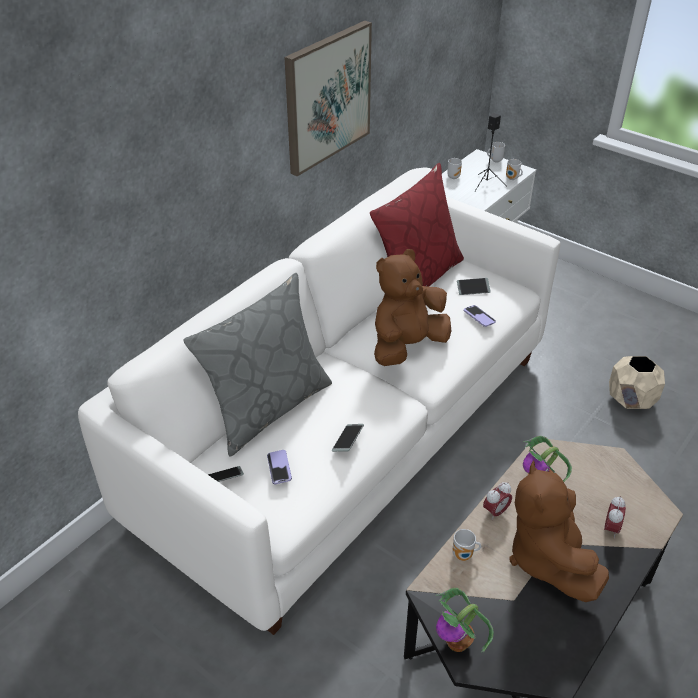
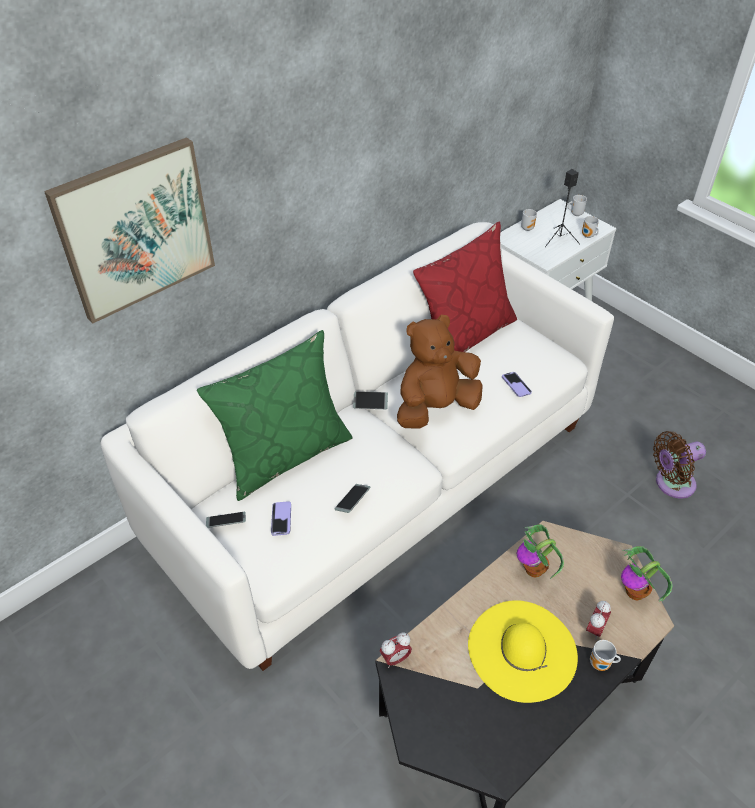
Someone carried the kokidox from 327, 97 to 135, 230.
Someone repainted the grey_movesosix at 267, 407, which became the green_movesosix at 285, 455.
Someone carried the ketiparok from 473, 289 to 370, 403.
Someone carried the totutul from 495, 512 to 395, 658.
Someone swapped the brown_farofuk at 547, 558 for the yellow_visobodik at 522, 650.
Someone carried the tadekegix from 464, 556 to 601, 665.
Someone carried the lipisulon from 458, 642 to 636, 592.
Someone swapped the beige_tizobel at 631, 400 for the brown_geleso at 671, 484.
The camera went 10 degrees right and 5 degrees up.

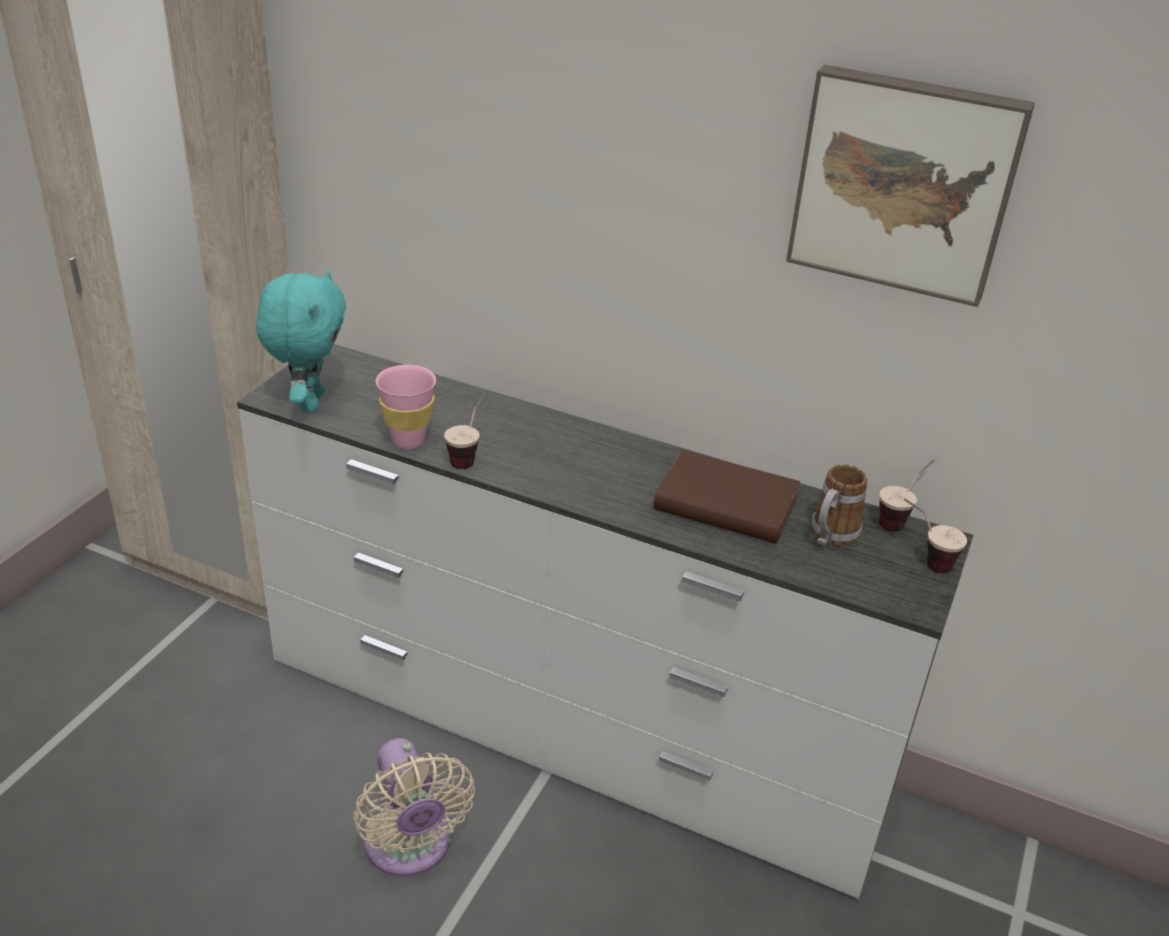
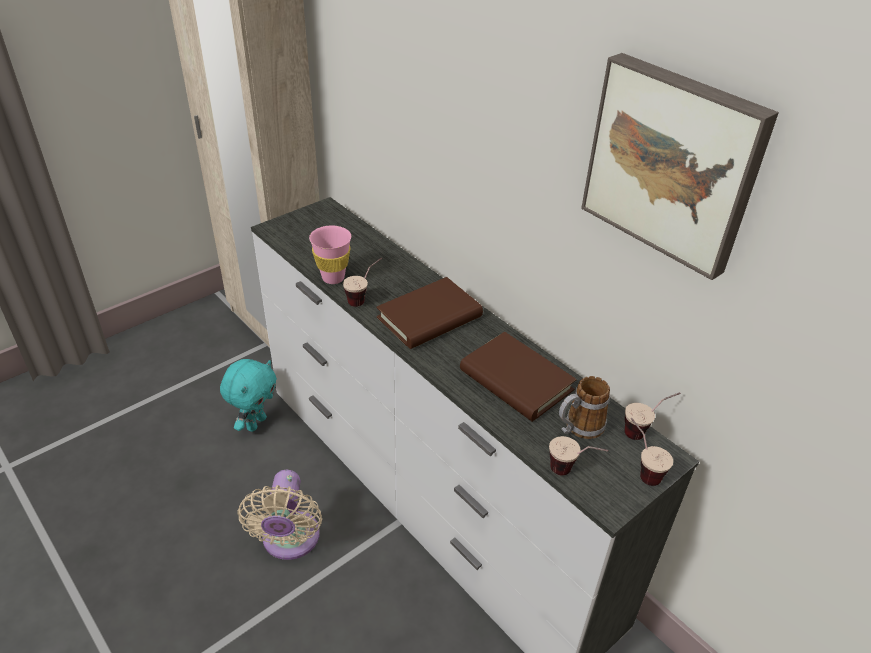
Someone carried the turquoise_farofuk from 309, 402 to 255, 423.
Someone put down the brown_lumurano at 429, 317.
Someone put down the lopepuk at 572, 473.
The camera went 25 degrees right and 5 degrees up.

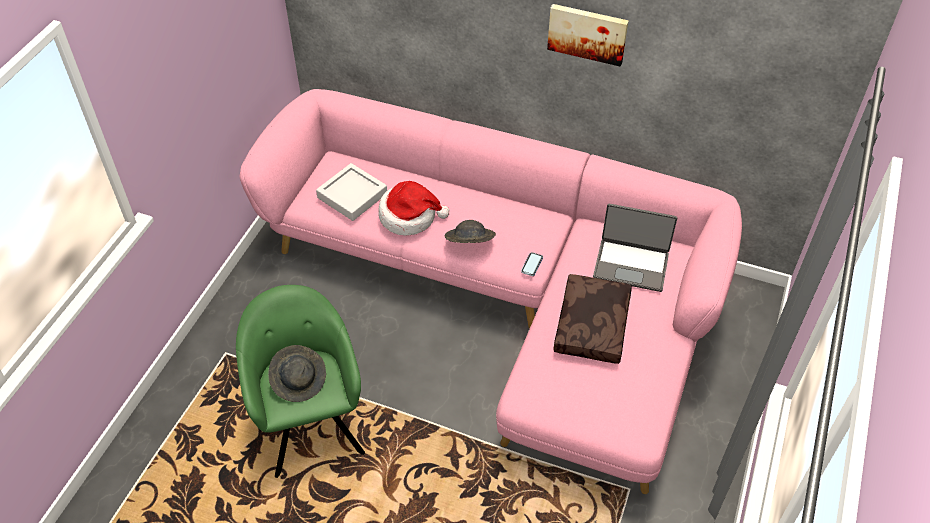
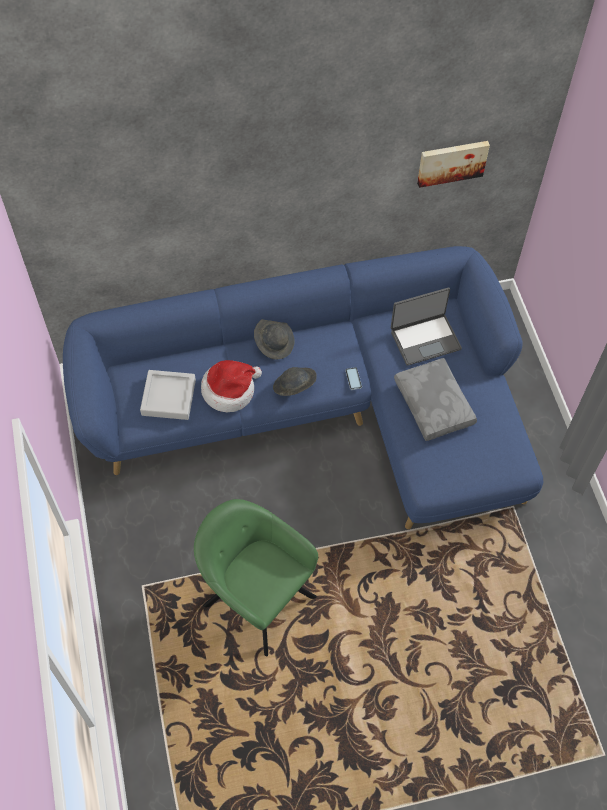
Someone repainted the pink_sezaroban at 509, 297, which became the blue_sezaroban at 324, 408.
Someone carried the grey_visobodik from 299, 381 to 274, 343.
Someone repainted the brown_movesosix at 593, 326, which became the grey_movesosix at 435, 404.
Someone carried the kokidox from 587, 33 to 452, 162.
The camera went 35 degrees left and 10 degrees up.

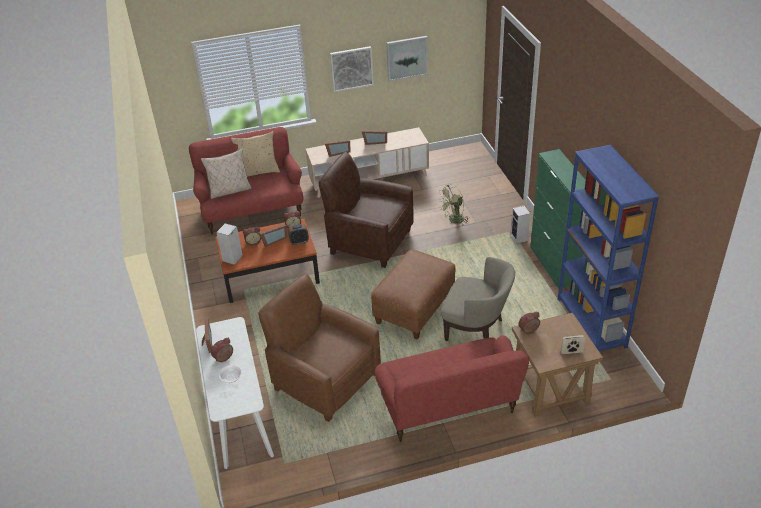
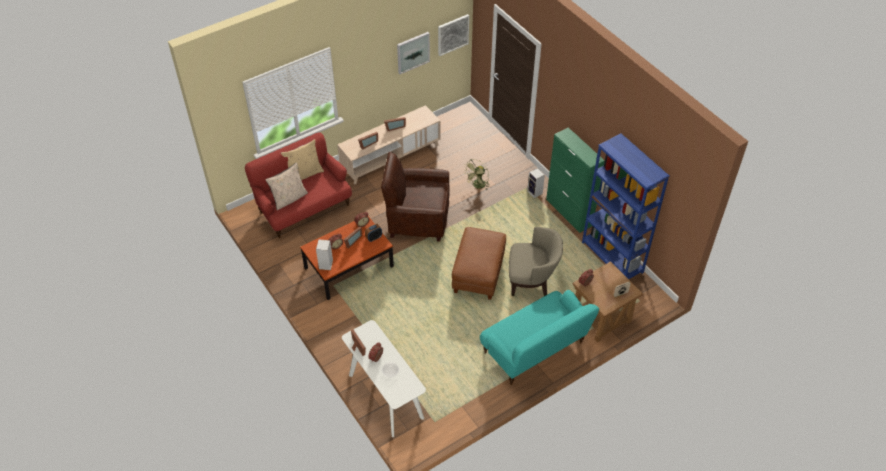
Someone carried the kokidox from 351, 68 to 453, 34.
Someone repainted the red_sezaroban at 448, 407, which became the turquoise_sezaroban at 534, 349.
Someone took away the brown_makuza at 325, 381.
The camera went 20 degrees left and 10 degrees up.

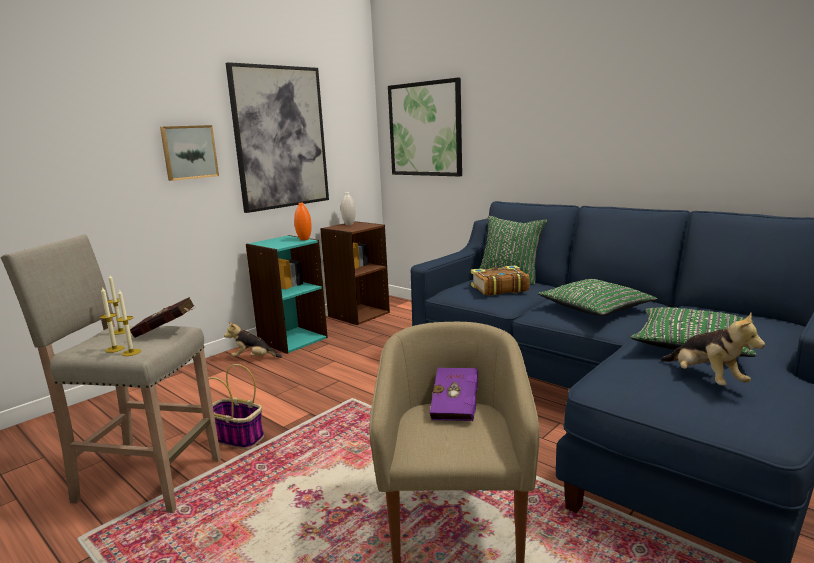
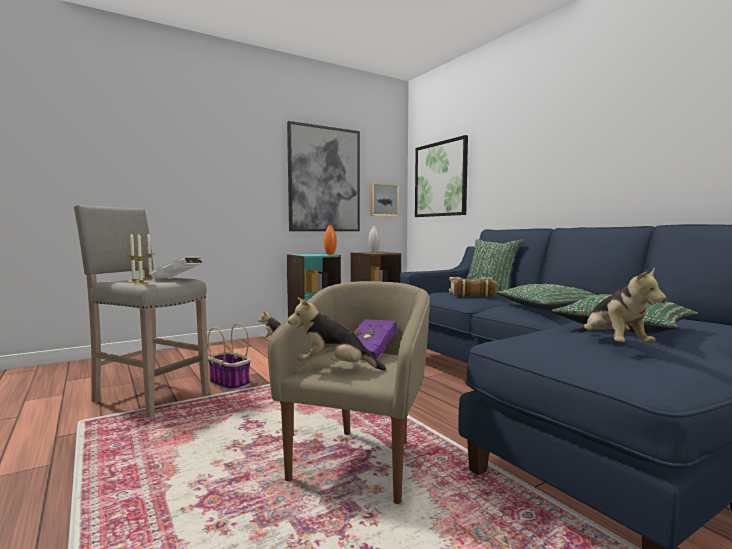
Someone repainted the red_lumurano at 168, 331, which became the white_lumurano at 179, 279.
Someone put down the farofuk at 335, 368.
Someone carried the kokidox from 189, 152 to 383, 200.
The camera went 15 degrees right and 10 degrees down.

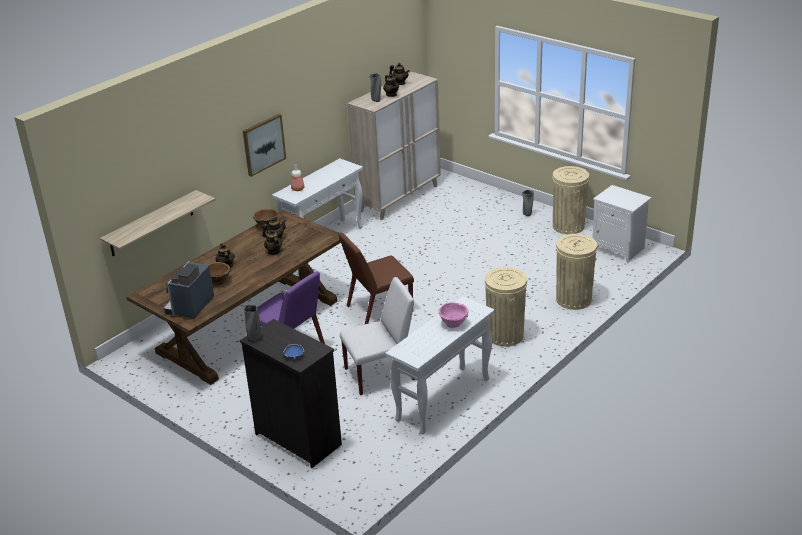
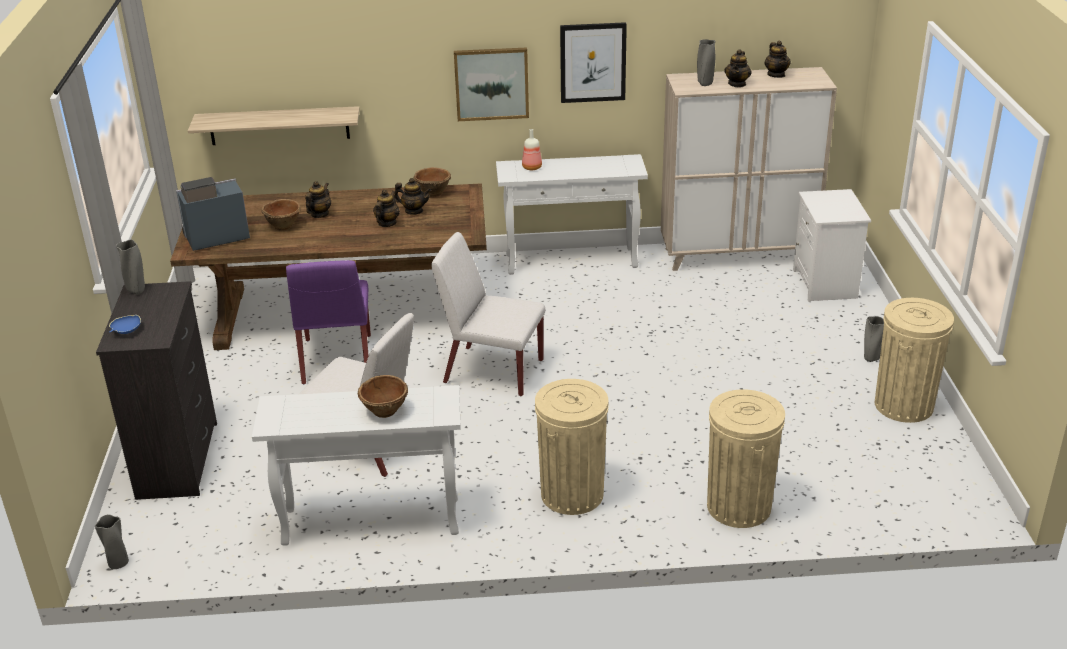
Someone put down the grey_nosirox at 118, 564.
Someone repainted the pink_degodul at 454, 323, which became the brown_degodul at 385, 411.
Someone repainted the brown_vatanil at 378, 309, which became the white_vatanil at 492, 371.
Someone put up the kokidox at 593, 62.
Someone carried the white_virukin from 619, 249 to 826, 285.
The camera went 45 degrees right and 0 degrees up.

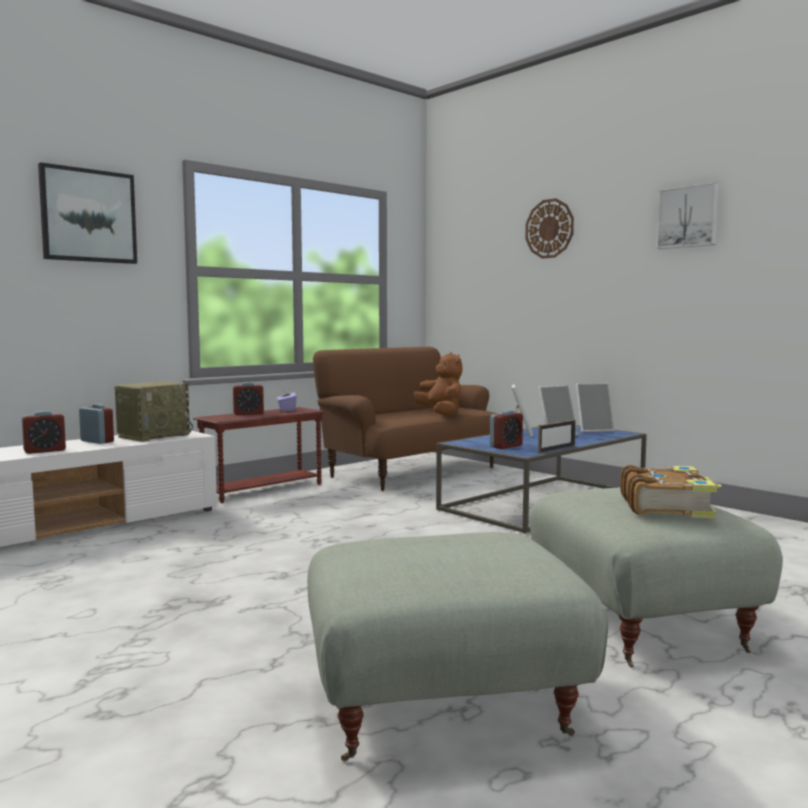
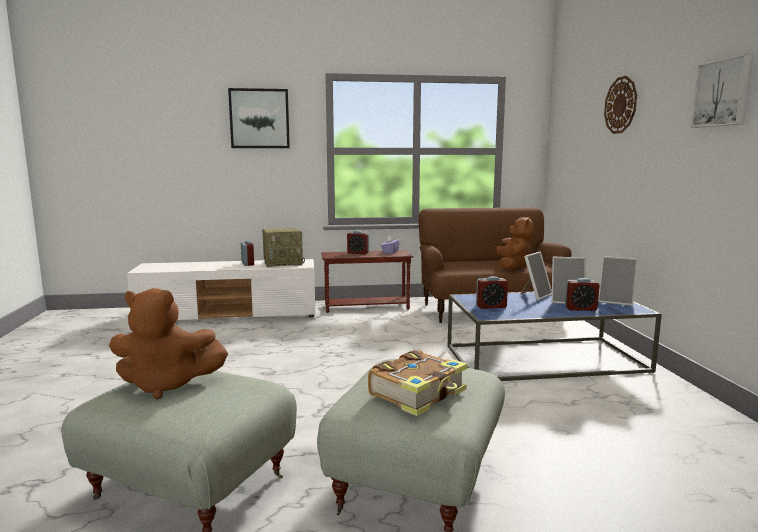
Someone put down the brown_farofuk at 167, 385.
Someone carried the totutul from 44, 451 to 580, 309.
Someone took away the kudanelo at 556, 449.
The camera went 35 degrees right and 5 degrees up.

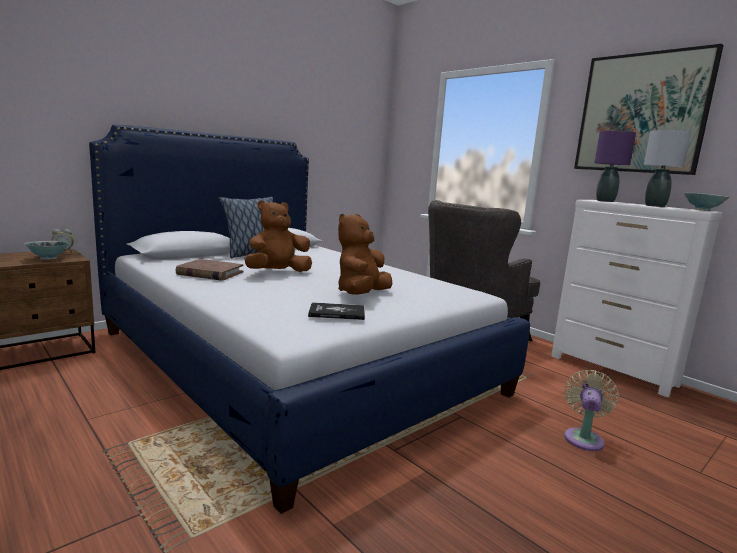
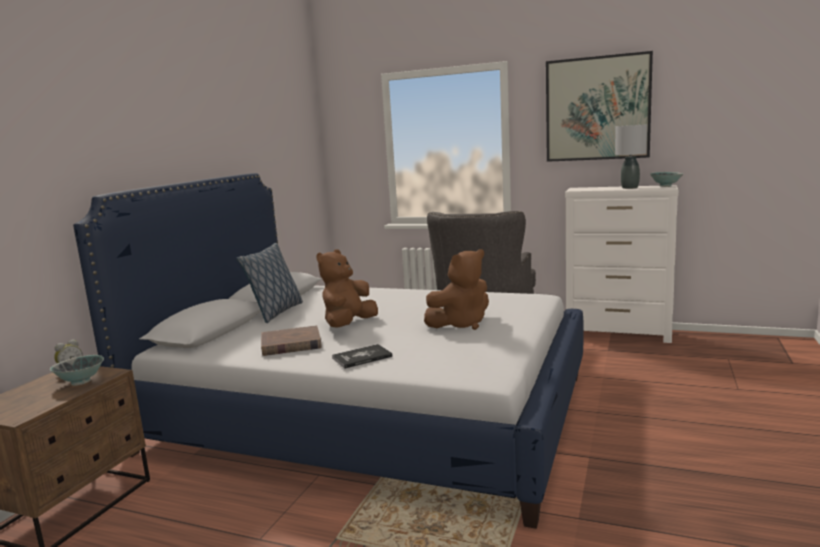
Someone carried the lumurano from 337, 313 to 362, 357.
Someone rotated the brown_farofuk at 361, 294 by 120 degrees counterclockwise.
Someone took away the beige_geleso at 583, 438.
Someone took away the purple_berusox at 605, 201.
The camera went 25 degrees left and 0 degrees up.

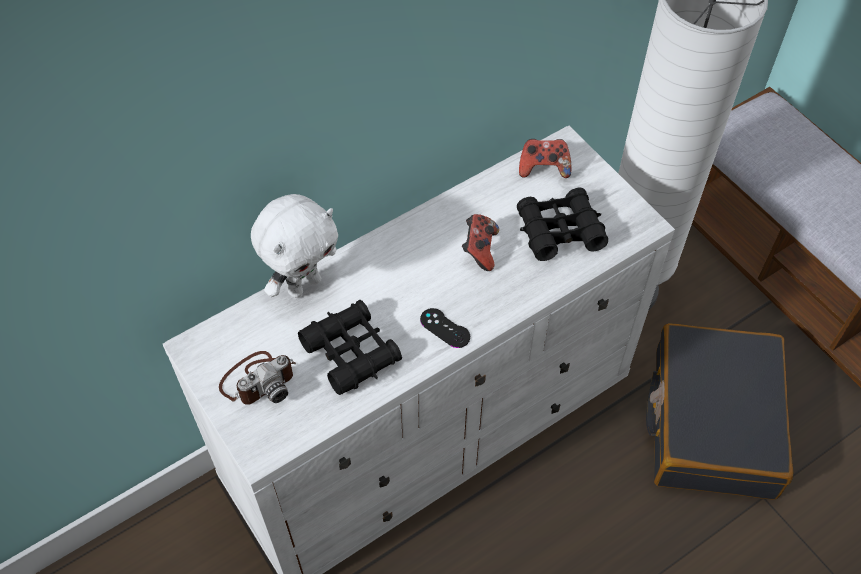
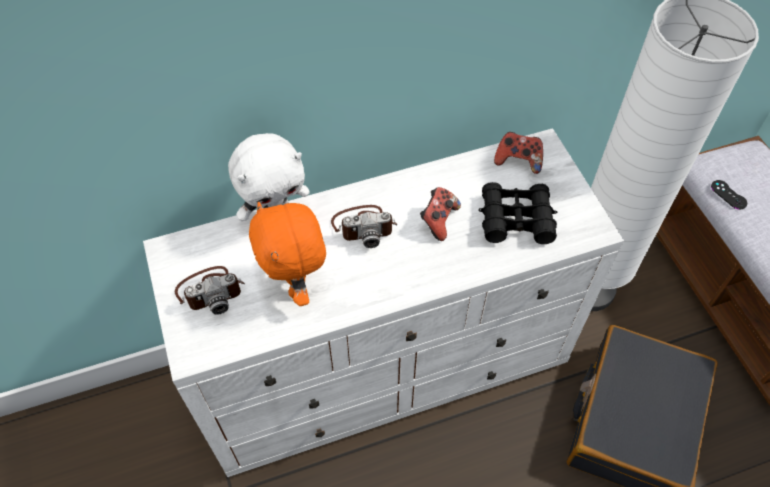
Someone swapped the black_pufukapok at 351, 352 for the orange_farofuk at 297, 285.
Someone put down the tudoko at 364, 226.
Someone carried the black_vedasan from 445, 328 to 728, 195.
The camera went 15 degrees right and 0 degrees up.

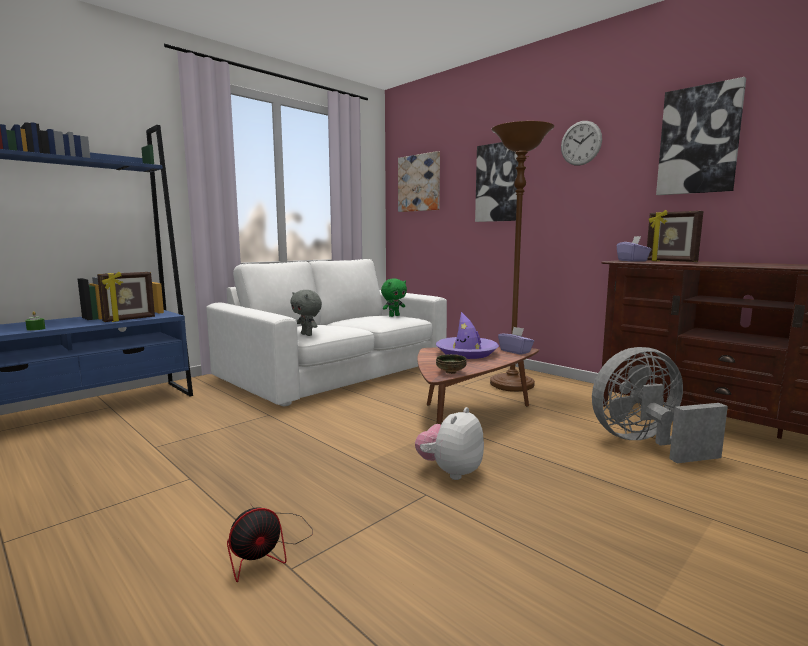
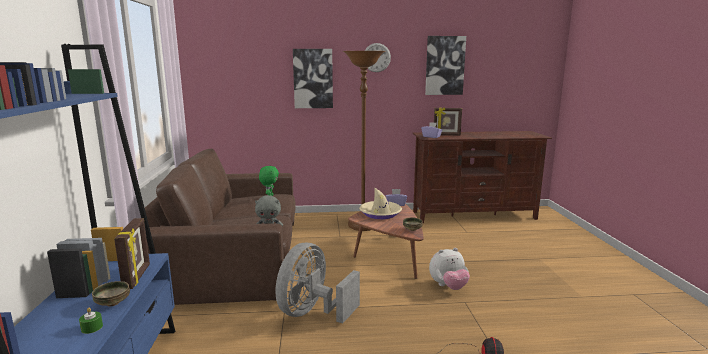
Someone put down the degodul at 113, 303.
Someone repainted the white_sezaroban at 336, 371, which became the brown_sezaroban at 236, 258.
Someone carried the grey_geleso from 645, 443 to 313, 312.
Someone repainted the purple_visobodik at 467, 353, which became the beige_visobodik at 380, 214.
Someone rotated the farofuk at 450, 472 by 90 degrees counterclockwise.
Someone took away the kokidox at 419, 183.
The camera went 50 degrees left and 5 degrees up.

